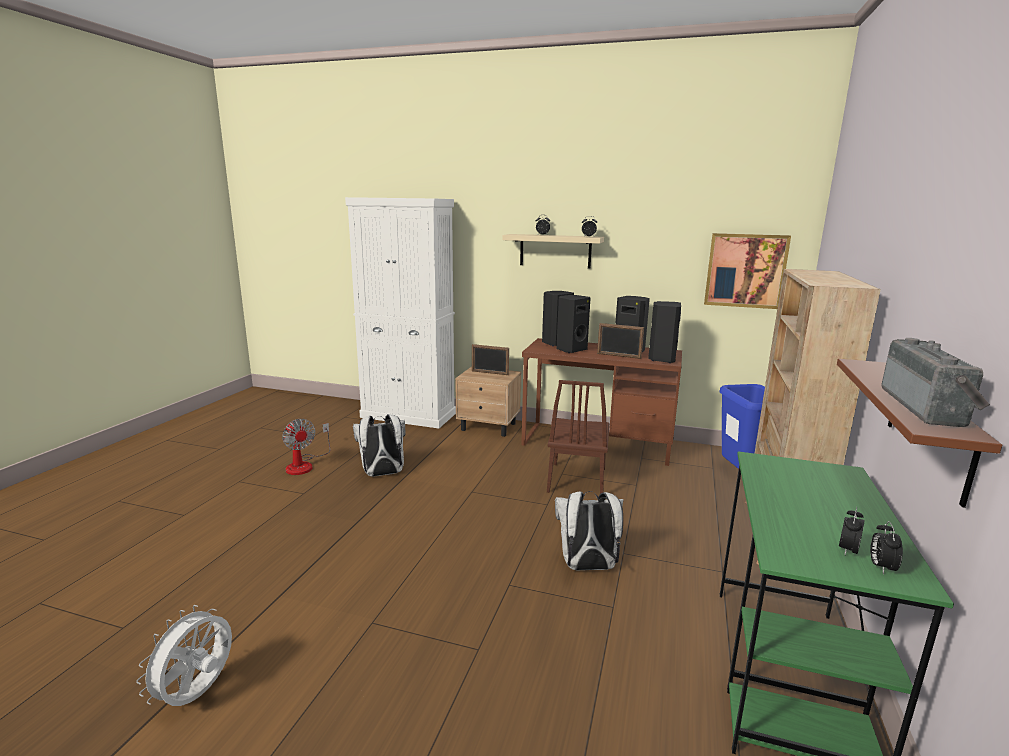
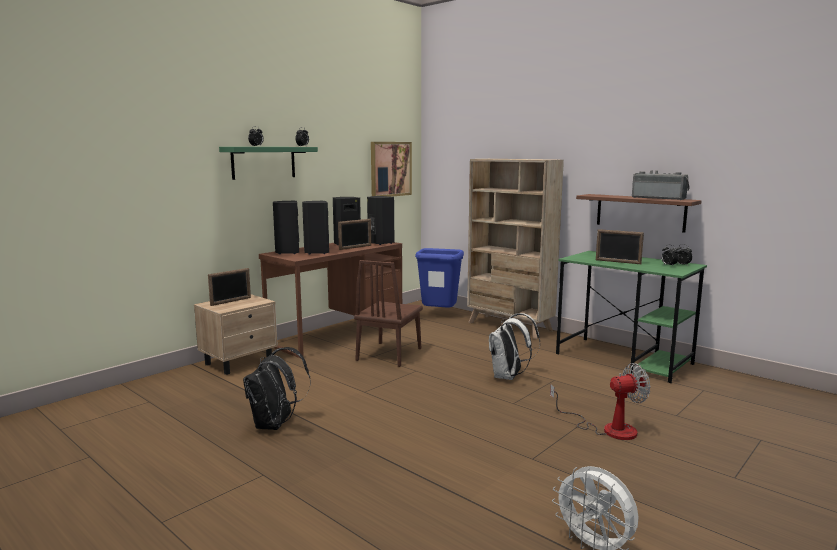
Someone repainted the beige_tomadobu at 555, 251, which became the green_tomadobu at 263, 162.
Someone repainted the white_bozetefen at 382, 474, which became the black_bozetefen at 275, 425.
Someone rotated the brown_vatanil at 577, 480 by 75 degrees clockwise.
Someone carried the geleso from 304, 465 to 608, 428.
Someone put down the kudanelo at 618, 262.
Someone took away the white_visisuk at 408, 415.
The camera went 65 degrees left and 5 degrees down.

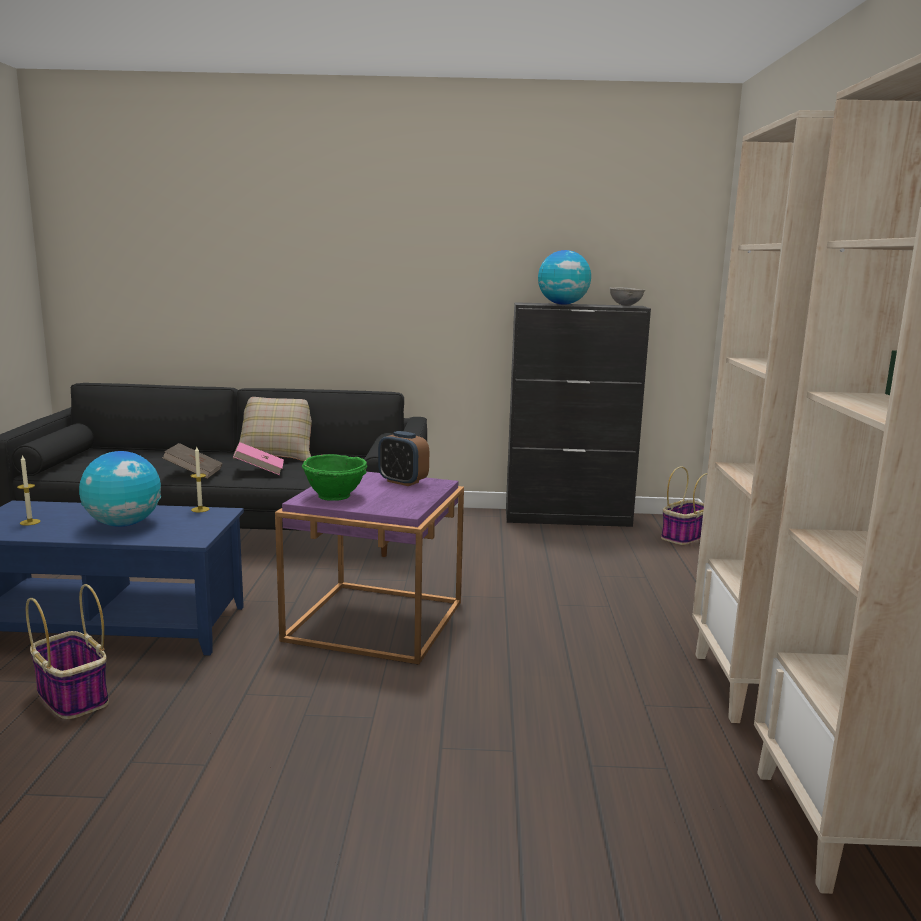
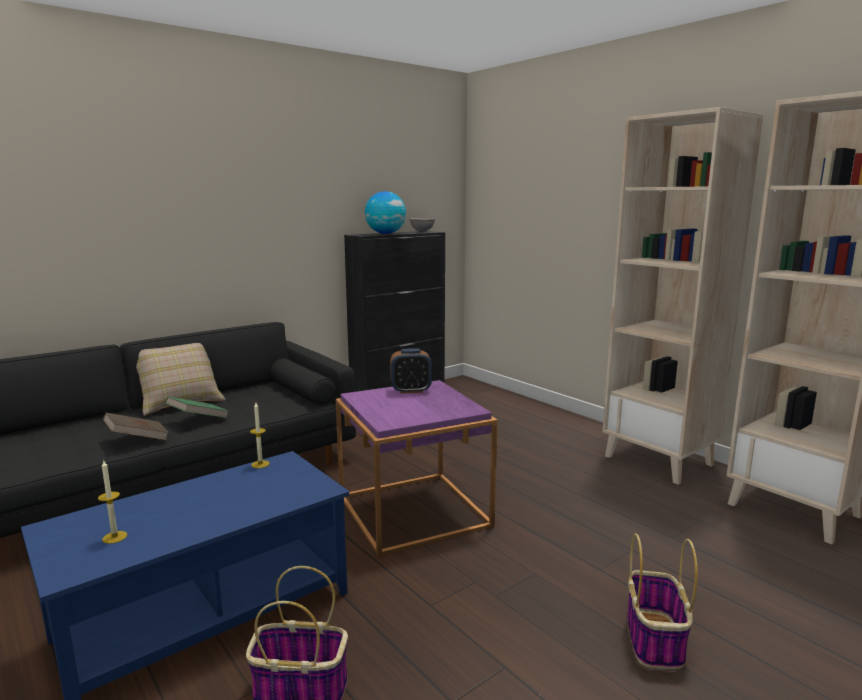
Someone repainted the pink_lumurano at 259, 471, which became the green_lumurano at 198, 419.
Someone carried the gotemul from 685, 537 to 655, 640.
Someone took away the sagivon at 124, 524.
Someone took away the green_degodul at 335, 496.
The camera went 40 degrees left and 0 degrees up.

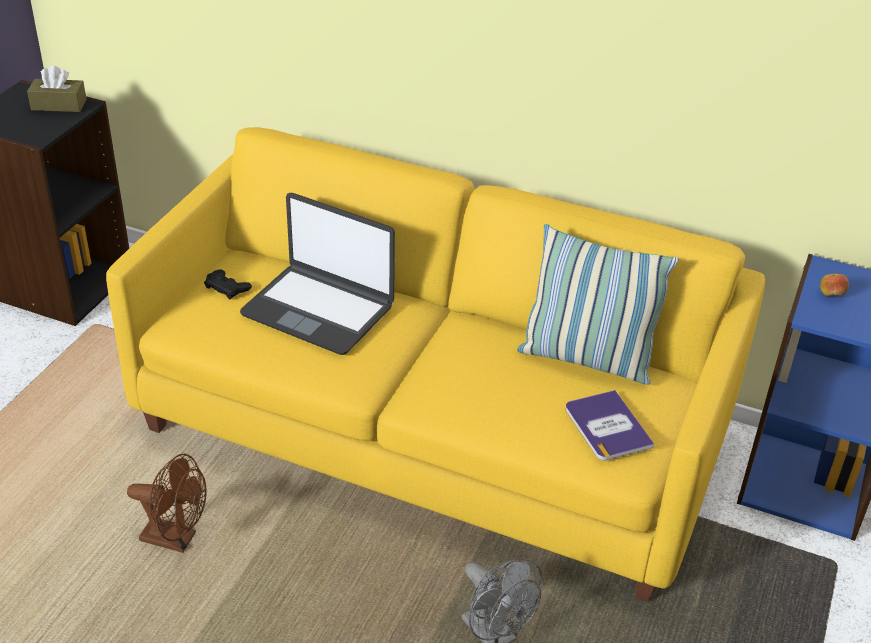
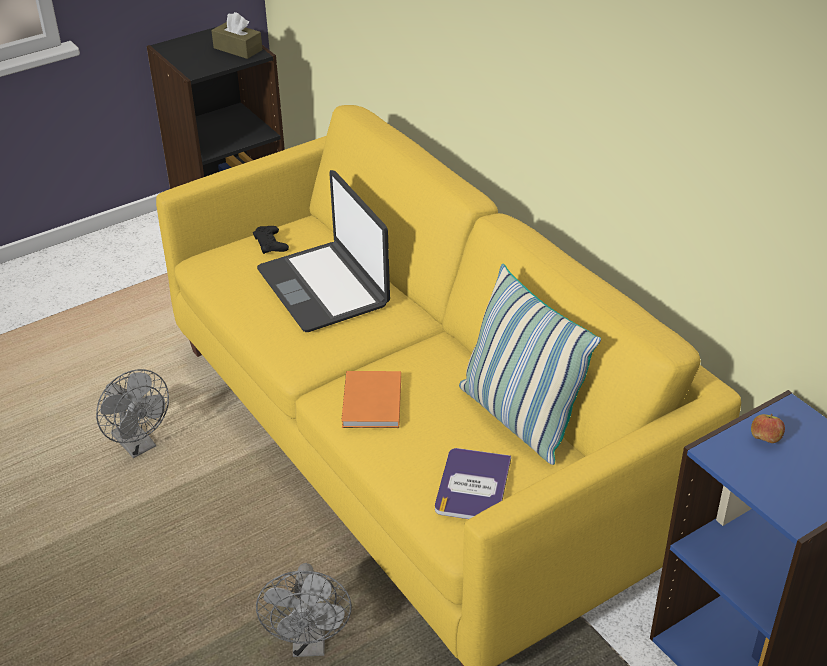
Someone repainted the brown_geleso at 176, 539, which became the grey_geleso at 139, 446.
Someone put down the orange_lumurano at 370, 404.
The camera went 35 degrees right and 0 degrees up.

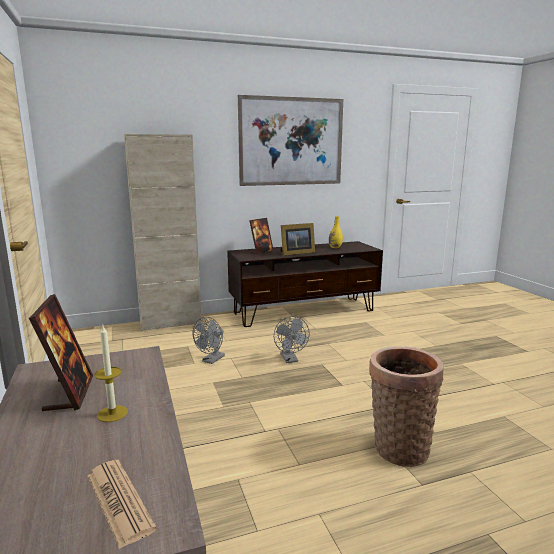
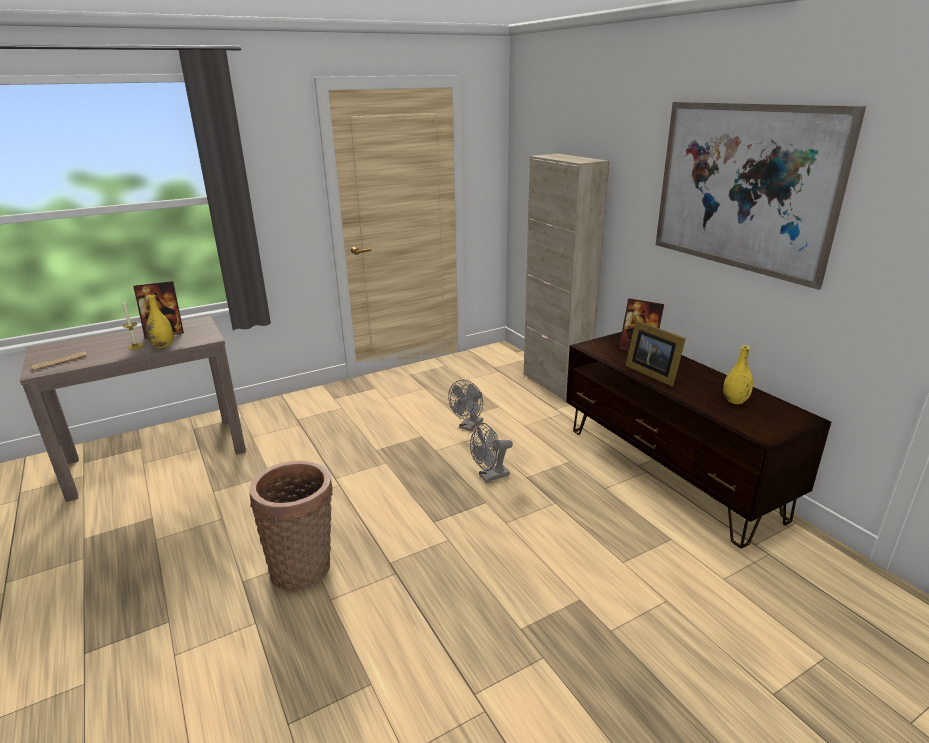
Someone put down the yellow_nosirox at 163, 346.
Someone rotated the grey_geleso at 211, 360 by 75 degrees counterclockwise.
The camera went 80 degrees right and 10 degrees up.

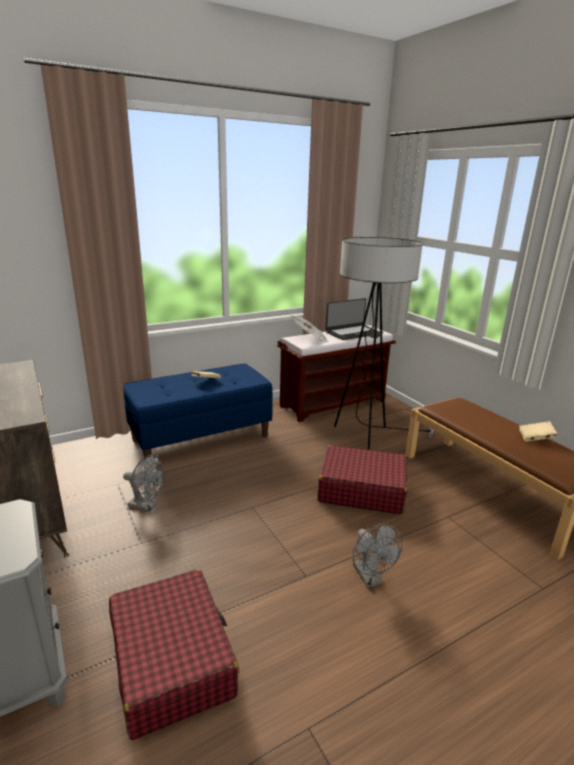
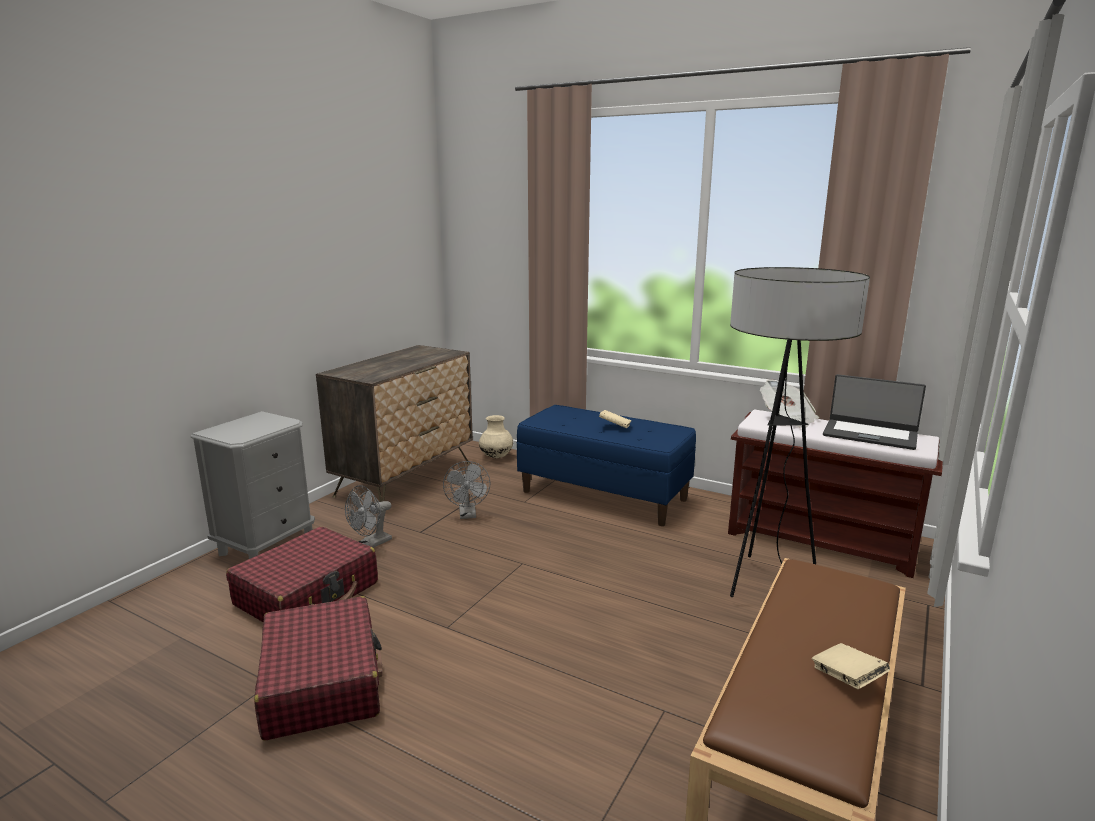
Someone carried the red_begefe from 361, 490 to 322, 682.
Someone carried the grey_geleso from 371, 578 to 371, 544.
Someone put down the beige_nosirox at 496, 457.
The camera went 60 degrees right and 5 degrees down.

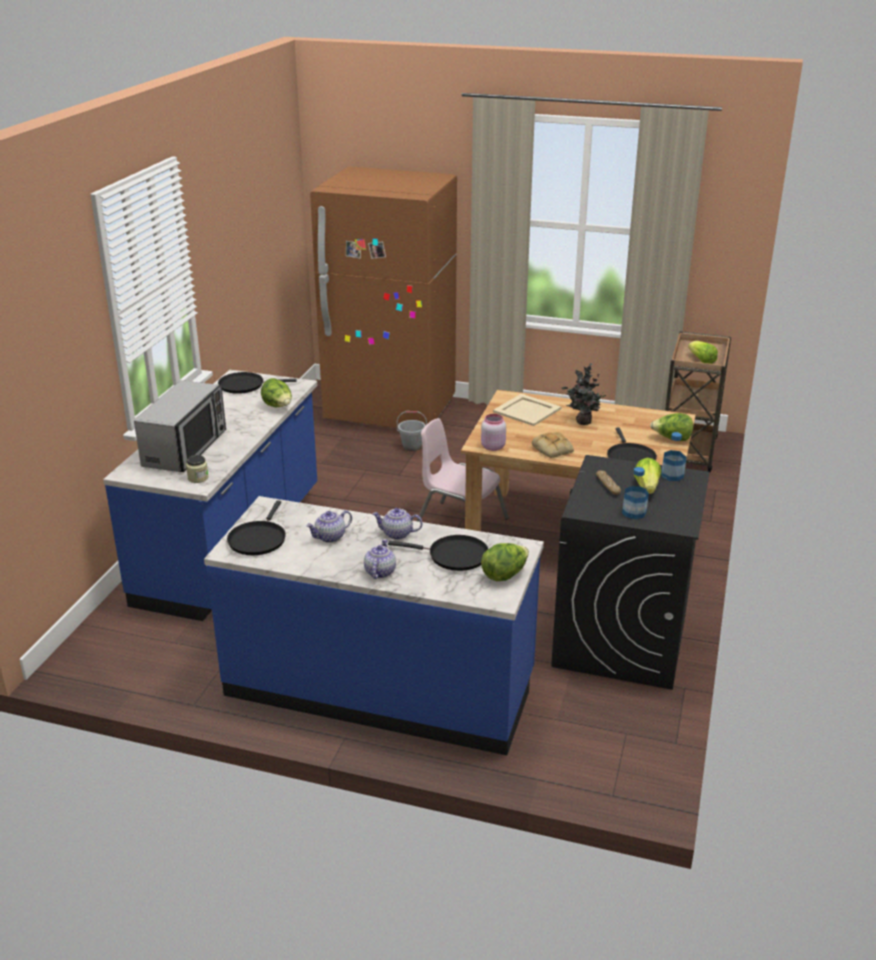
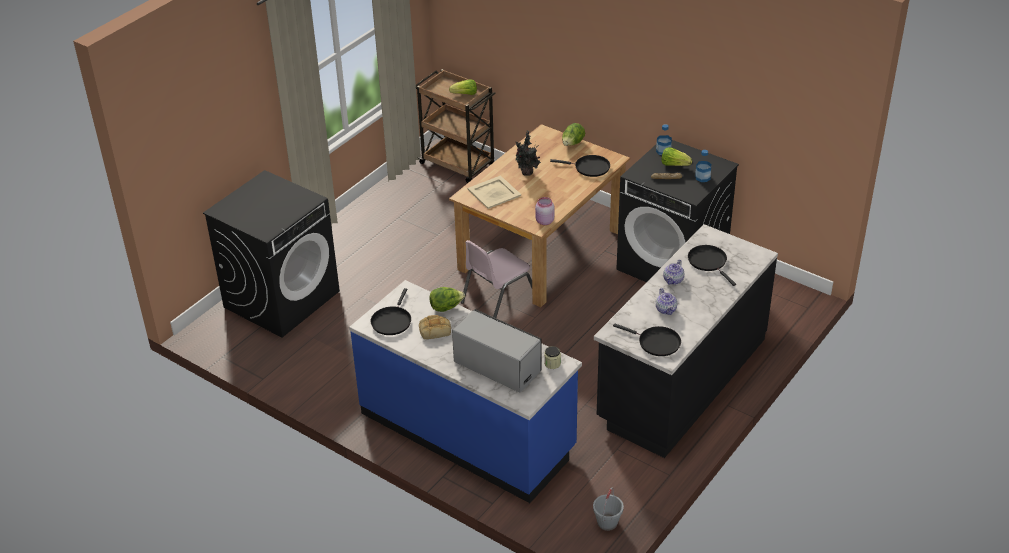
Someone swapped the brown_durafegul at 390, 411 for the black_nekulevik at 282, 299.
Someone carried the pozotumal from 553, 449 to 435, 329.
Someone carried the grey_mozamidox from 412, 447 to 607, 523.
Someone repainted the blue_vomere at 380, 686, which became the black_vomere at 681, 380.
Someone rotated the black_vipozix at 454, 556 by 60 degrees counterclockwise.
Someone took away the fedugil at 379, 572.
Someone took away the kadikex at 504, 575.
The camera went 70 degrees left and 10 degrees up.

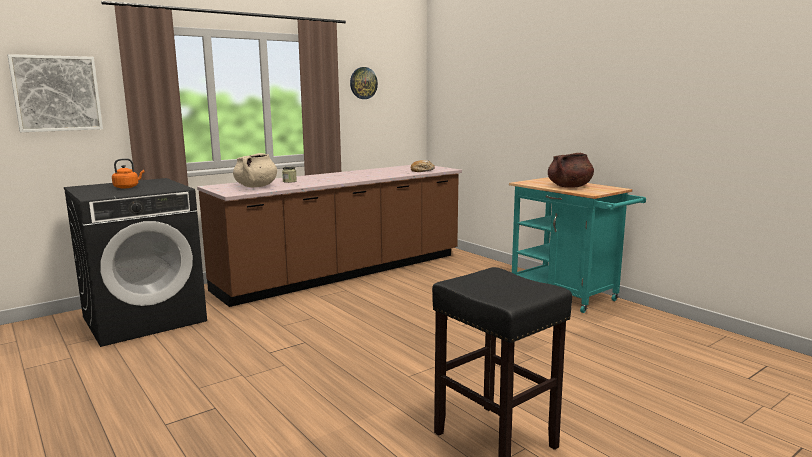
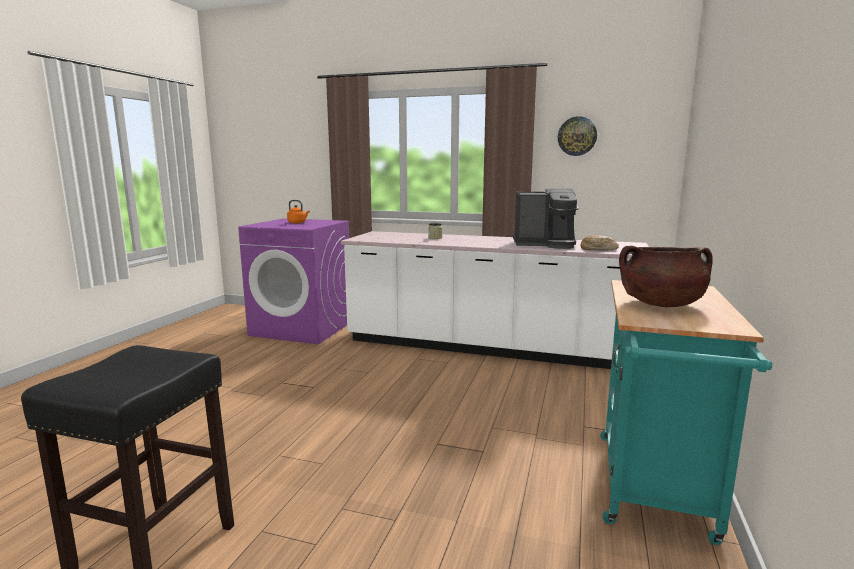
Someone repainted the black_nekulevik at 145, 318, which became the purple_nekulevik at 303, 328.
Someone repainted the brown_vomere at 344, 273, which became the white_vomere at 488, 347.
Someone put down the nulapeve at 545, 244.
Someone took away the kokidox at 57, 93.
Someone took away the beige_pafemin at 256, 186.
The camera went 55 degrees right and 0 degrees up.

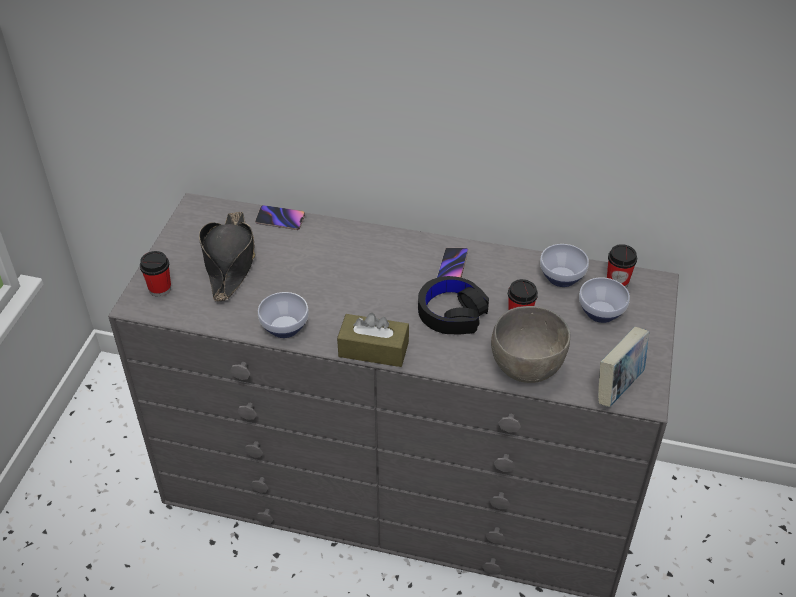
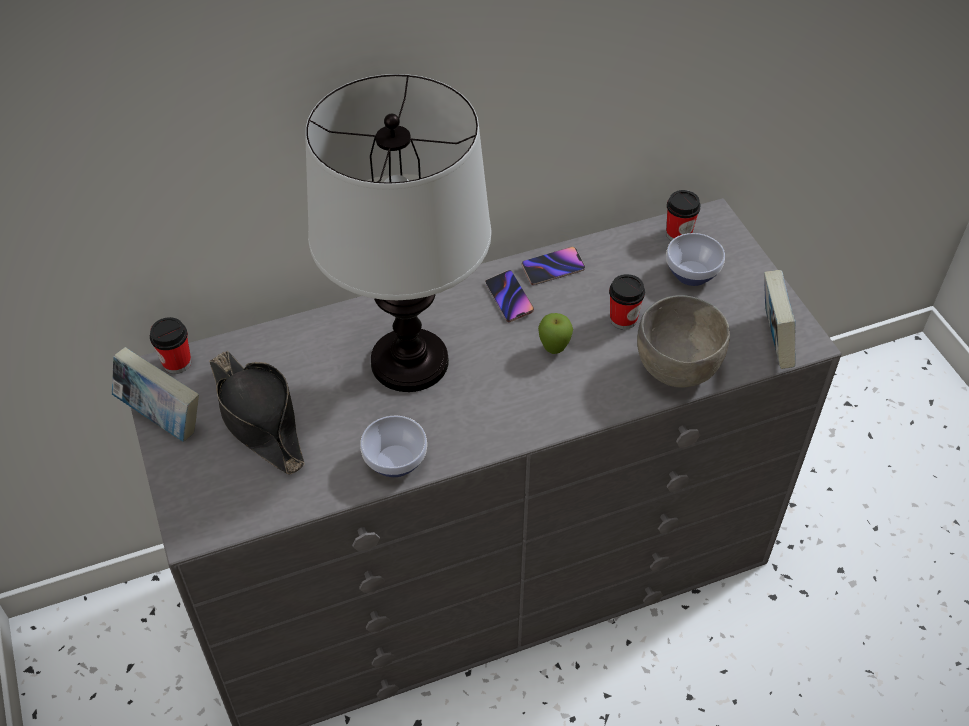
Someone put down the lumurano at 162, 418.
Someone carried the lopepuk from 160, 289 to 177, 363.
Someone put down the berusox at 408, 361.
Someone carried the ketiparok from 280, 219 to 553, 268.
Someone swapped the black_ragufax at 451, 313 for the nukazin at 554, 349.
Someone took away the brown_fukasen at 373, 349.
Someone took away the degodul at 563, 277.
The camera went 35 degrees left and 5 degrees up.

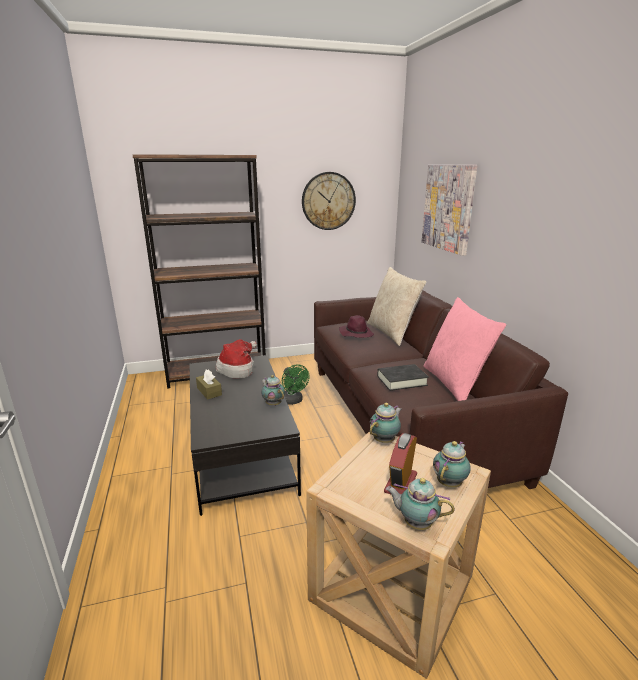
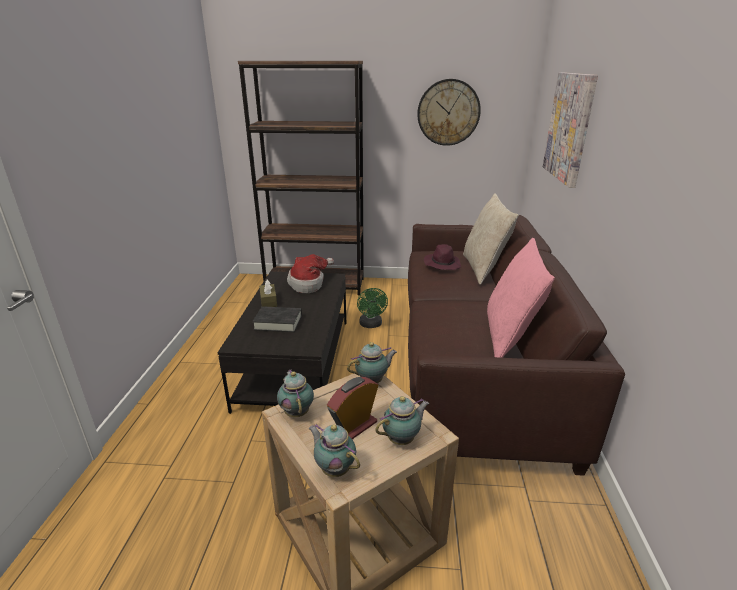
Someone carried the black_lumurano from 401, 380 to 278, 322.
Someone carried the fedugil from 273, 404 to 297, 412.
The camera went 20 degrees right and 5 degrees up.

